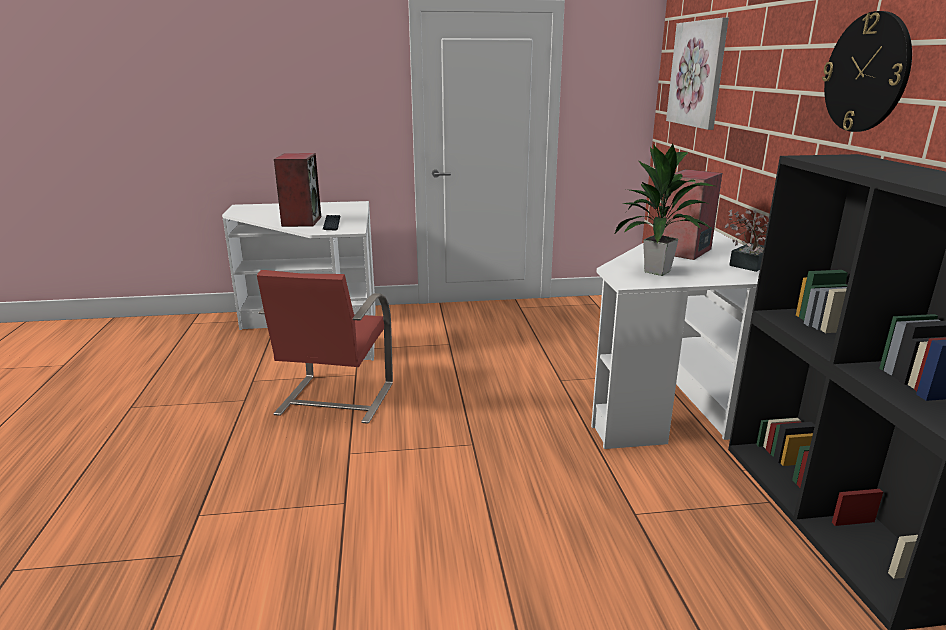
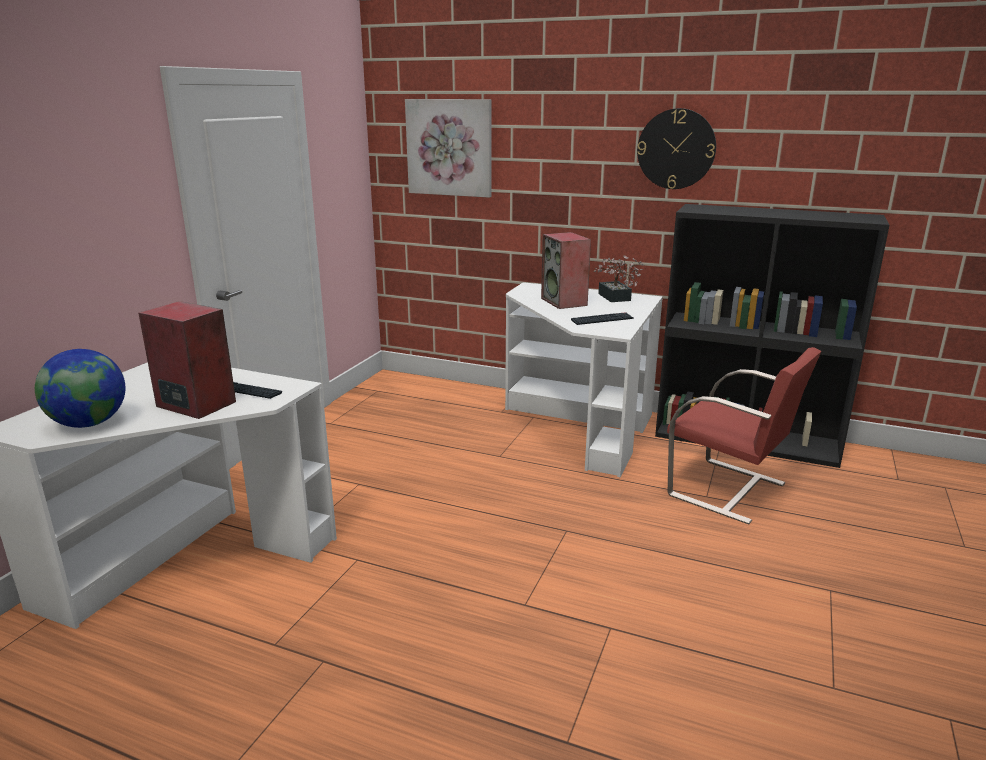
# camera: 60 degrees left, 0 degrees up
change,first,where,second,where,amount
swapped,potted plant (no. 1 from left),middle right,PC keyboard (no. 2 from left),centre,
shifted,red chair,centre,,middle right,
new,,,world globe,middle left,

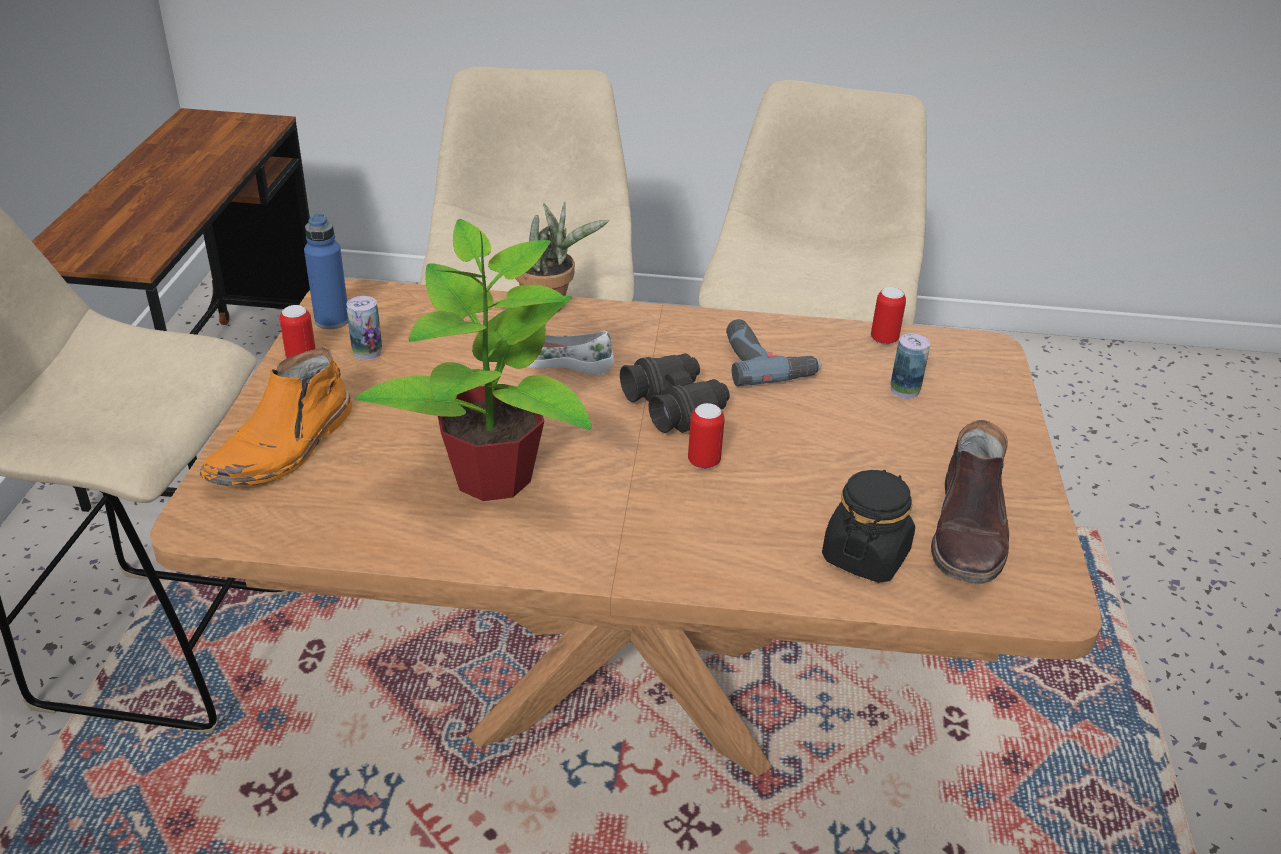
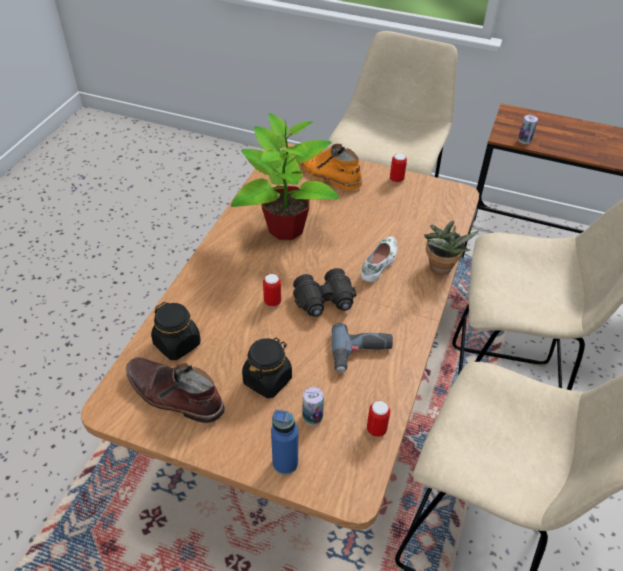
# camera: 105 degrees right, 10 degrees up
change,first,where,second,where,amount
shifted,bluish drink bottle,top left,,bottom centre,
shifted,metal can (no. 2 from left in the first image),middle left,metal can (no. 5 from left),top right,
new,,,black storage jar (no. 2 from left),centre,

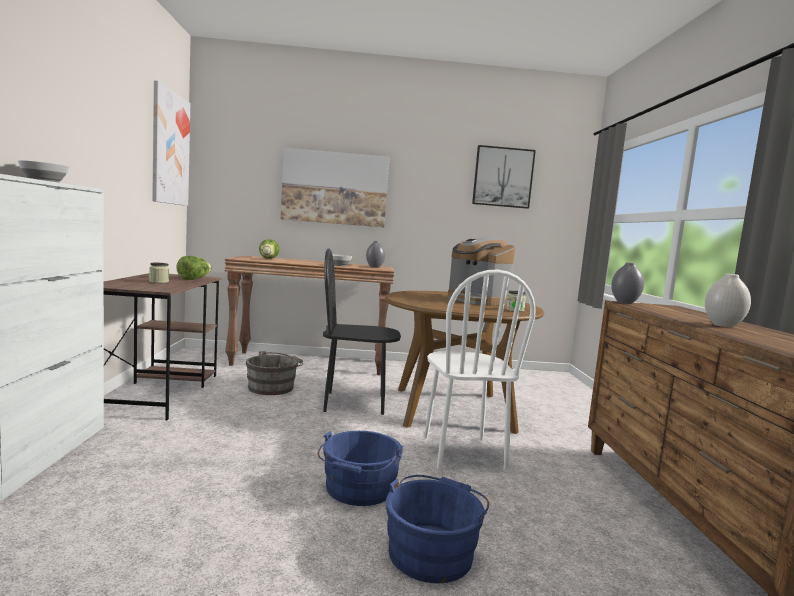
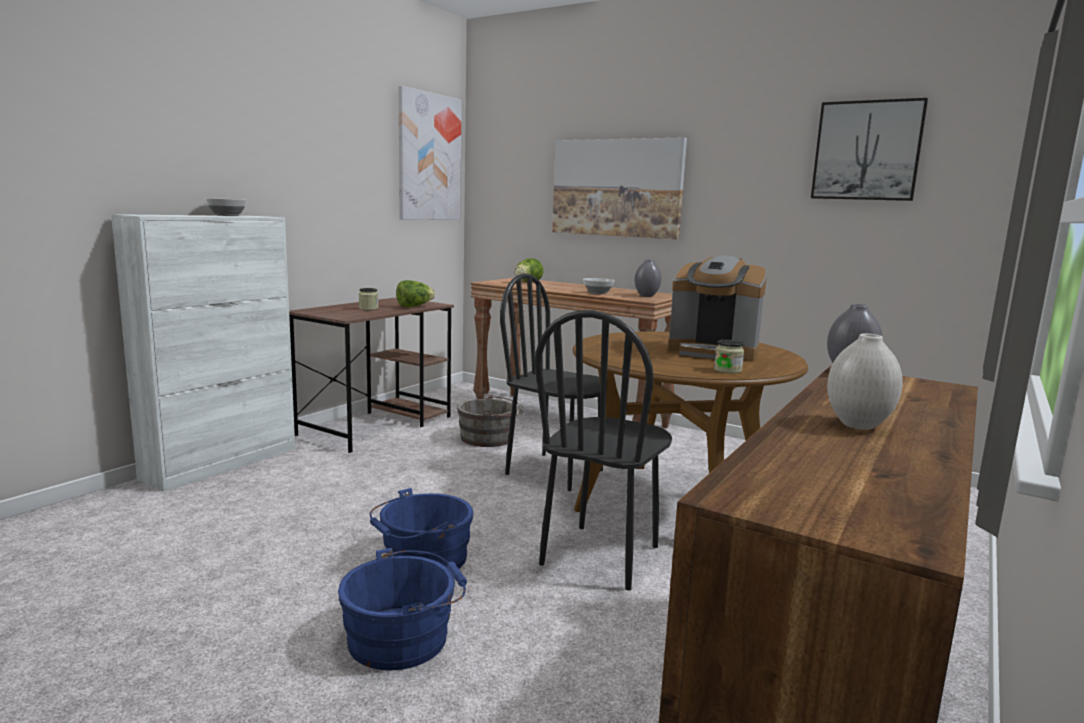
# camera: 35 degrees right, 5 degrees up
change,first,where,second,where,amount
rotated,coffee brewer,centre,,centre,60 degrees counterclockwise
repainted,white chair,centre,black chair (no. 2 from left),centre,

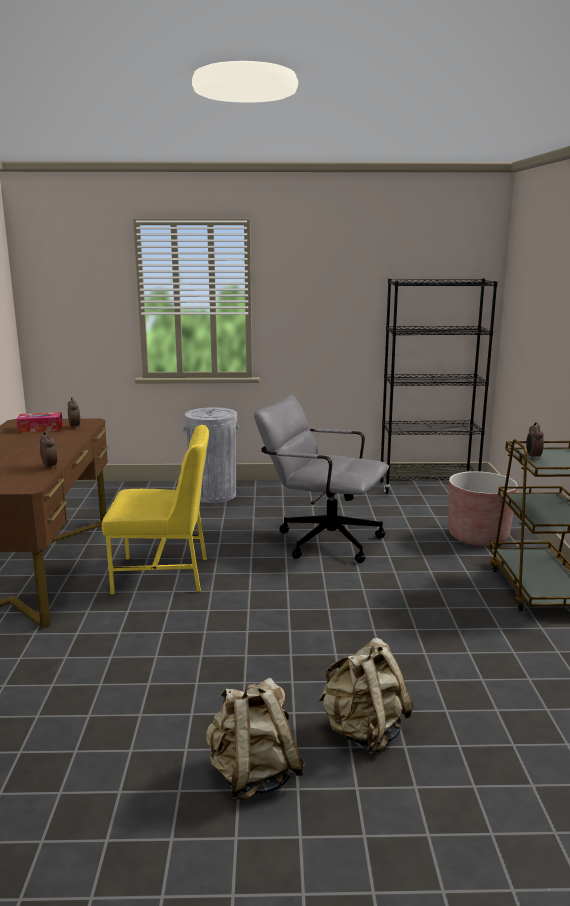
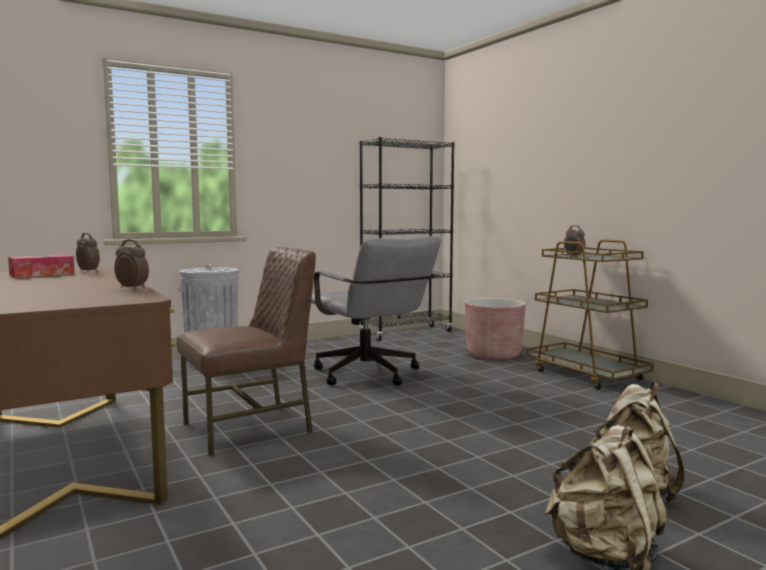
# camera: 30 degrees left, 10 degrees down
change,first,where,second,where,amount
rotated,gray office chair,centre,,centre,120 degrees counterclockwise
repainted,yellow-coloured chair,middle left,brown chair,middle left,

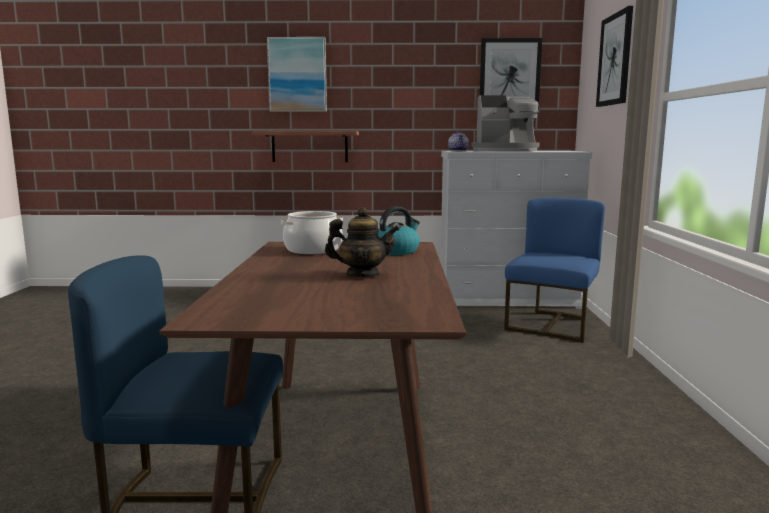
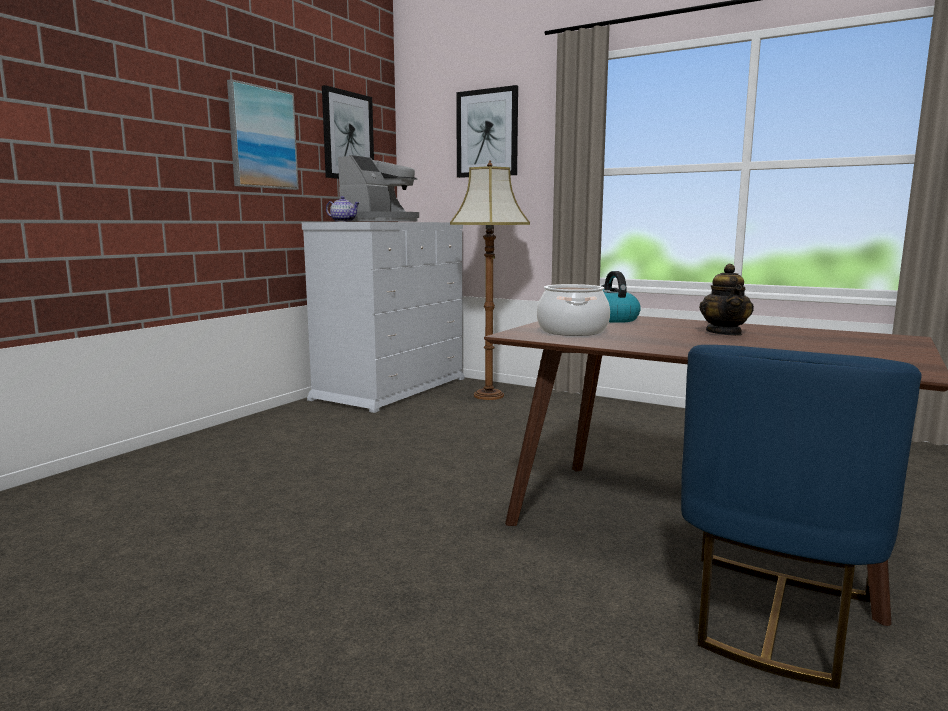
# camera: 60 degrees left, 0 degrees up
change,first,where,second,where,amount
shifted,wall art (no. 1 from left),top centre,,top left,
gone,shelf,top centre,,,
swapped,bluish chair (no. 2 from left),middle right,floor lamp,centre,
rotated,tea pot (no. 1 from left in the first image),centre,tea pot (no. 2 from left),middle right,150 degrees clockwise

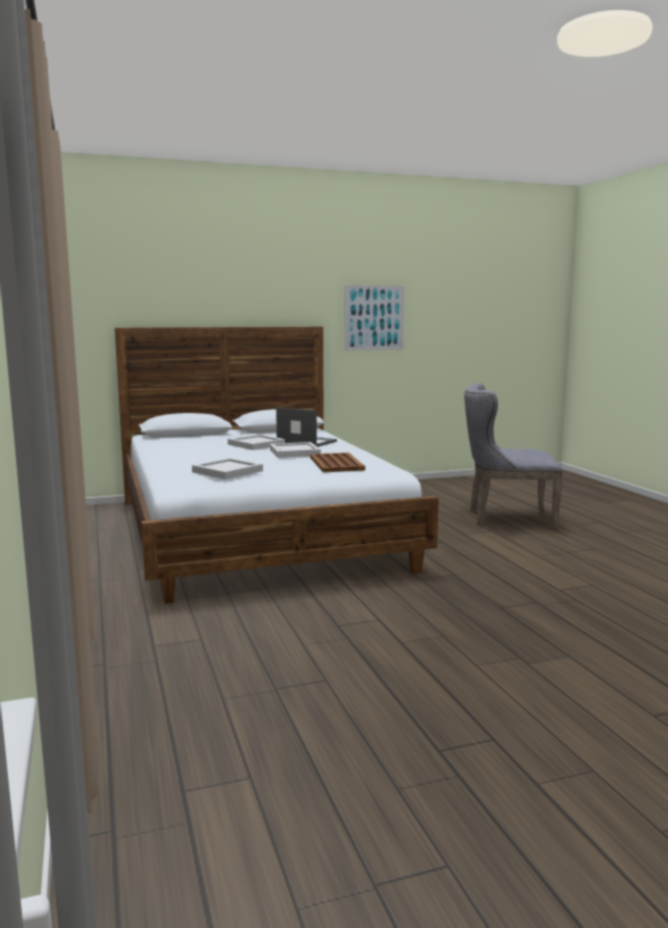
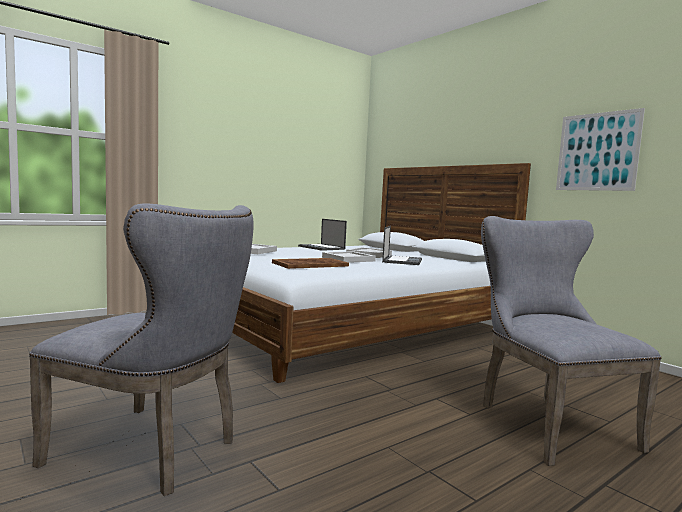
# camera: 70 degrees right, 5 degrees down
change,first,where,second,where,amount
new,,,gray chair (no. 1 from left),bottom left,
new,,,portable computer (no. 1 from left),centre,

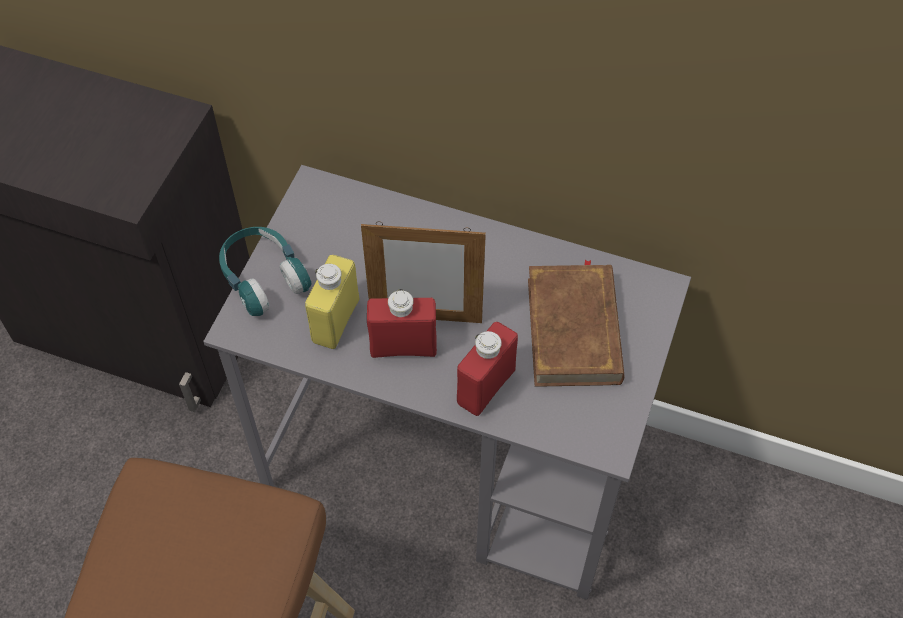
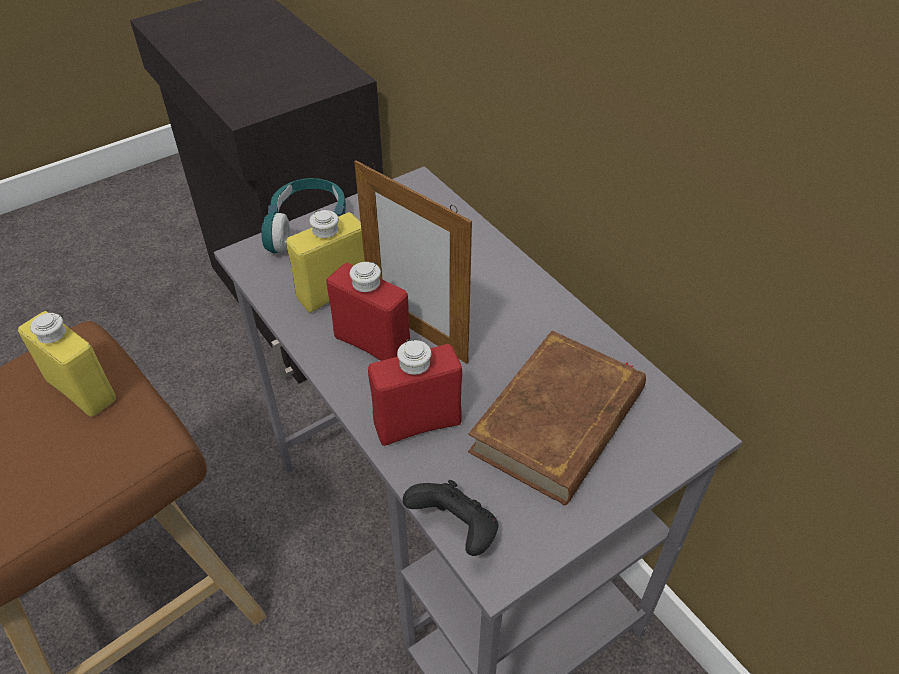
# camera: 35 degrees right, 10 degrees down
change,first,where,second,where,amount
new,,,yellow-coloured drink bottle (no. 1 from left),middle left,
new,,,black joypad,bottom centre,

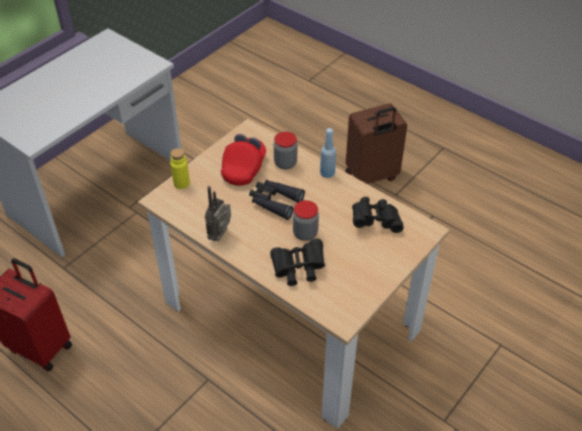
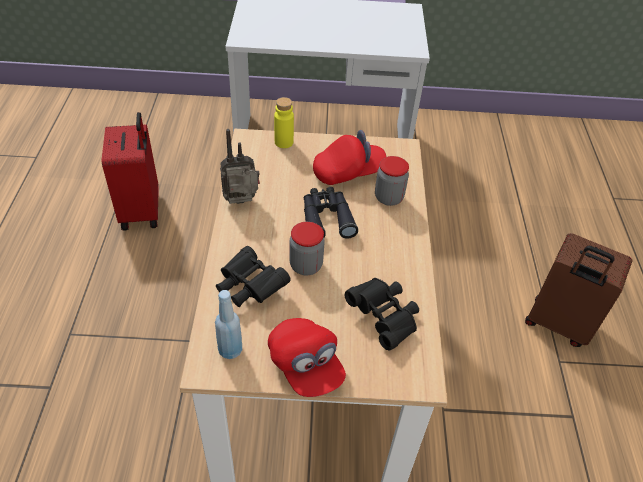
# camera: 50 degrees right, 0 degrees up
change,first,where,second,where,amount
shifted,bluish drink bottle,centre,,bottom centre,
new,,,red baseball cap (no. 1 from left),bottom centre,

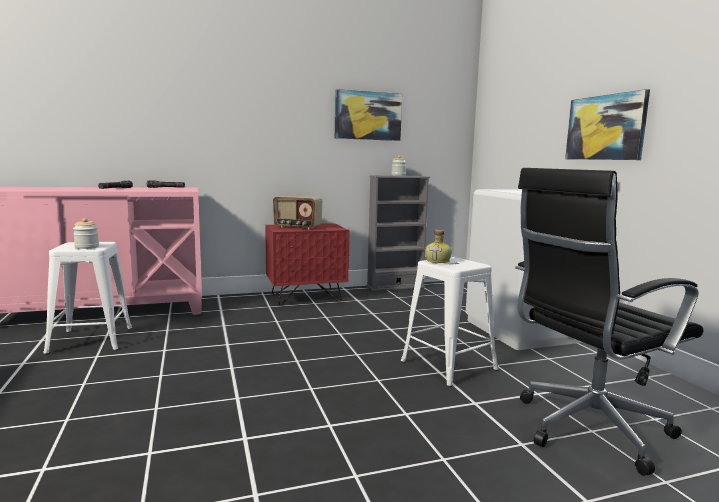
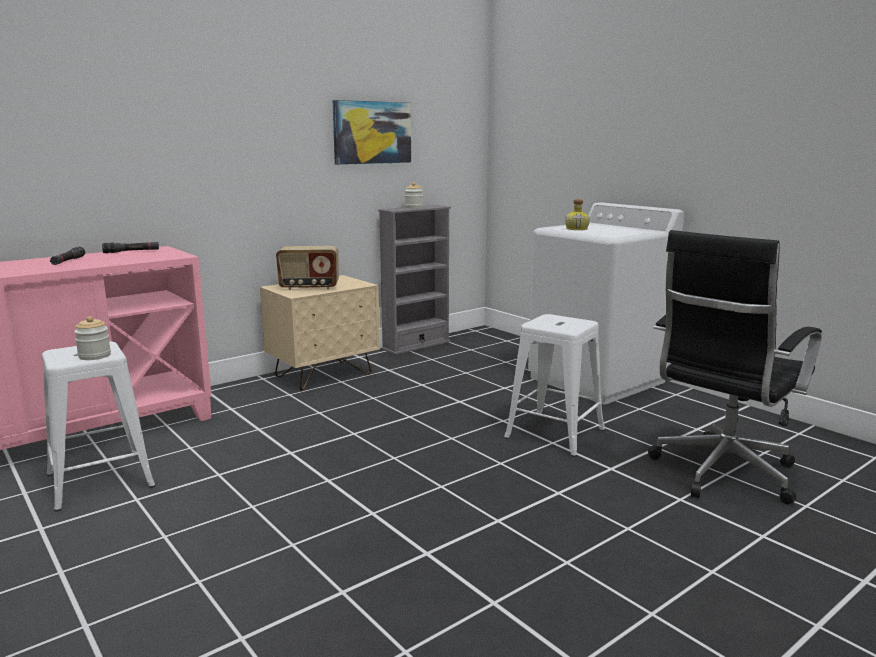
# camera: 20 degrees left, 5 degrees up
change,first,where,second,where,amount
gone,wall art (no. 2 from left),top right,,,
repainted,red bedside table,centre,beige bedside table,centre,
shifted,drink bottle,centre,,top centre,

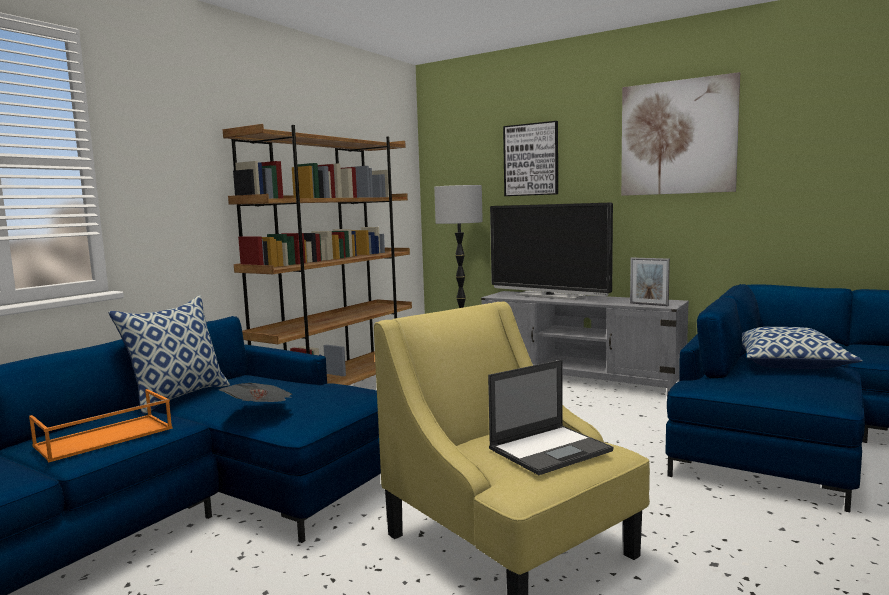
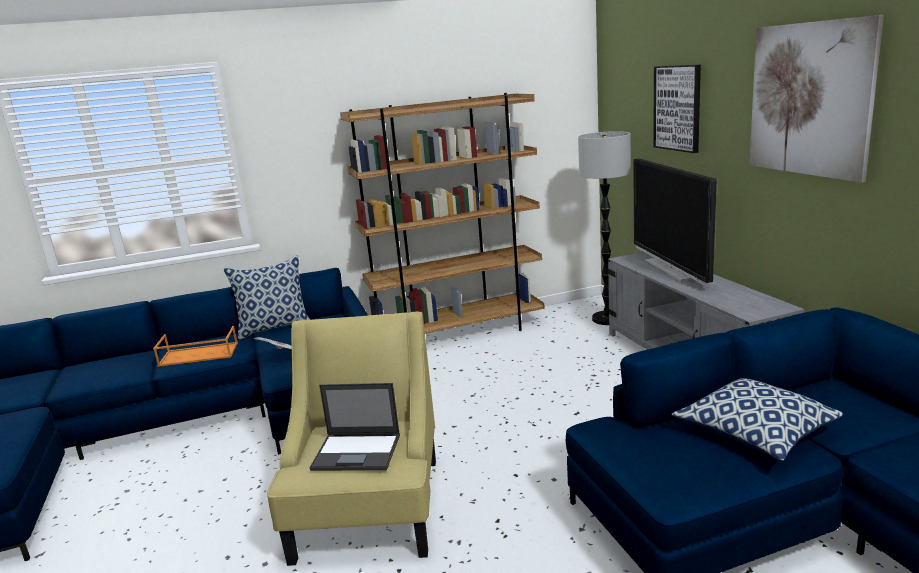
# camera: 40 degrees right, 10 degrees up
change,first,where,second,where,amount
gone,picture frame,middle right,,,

